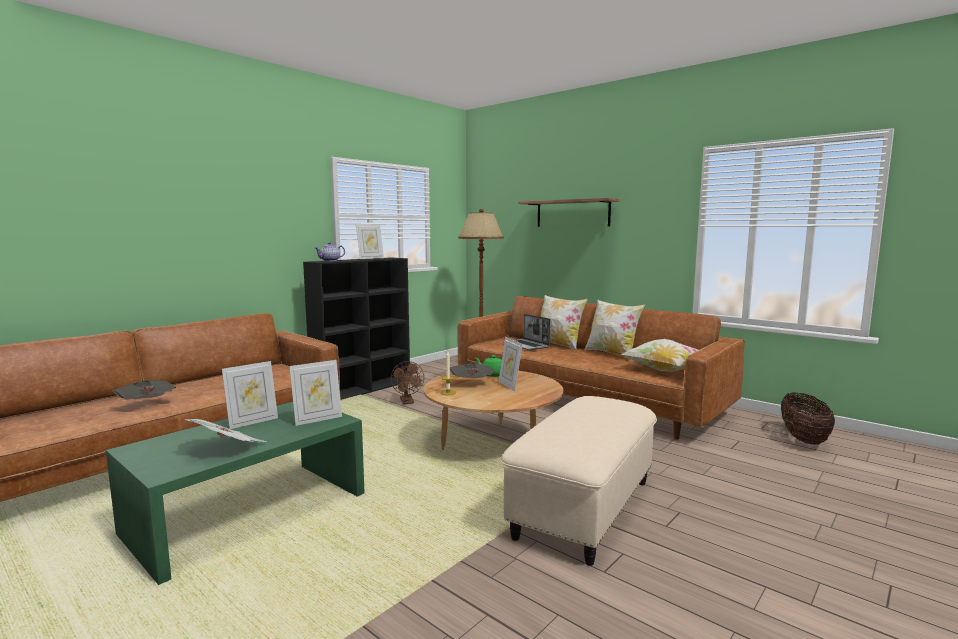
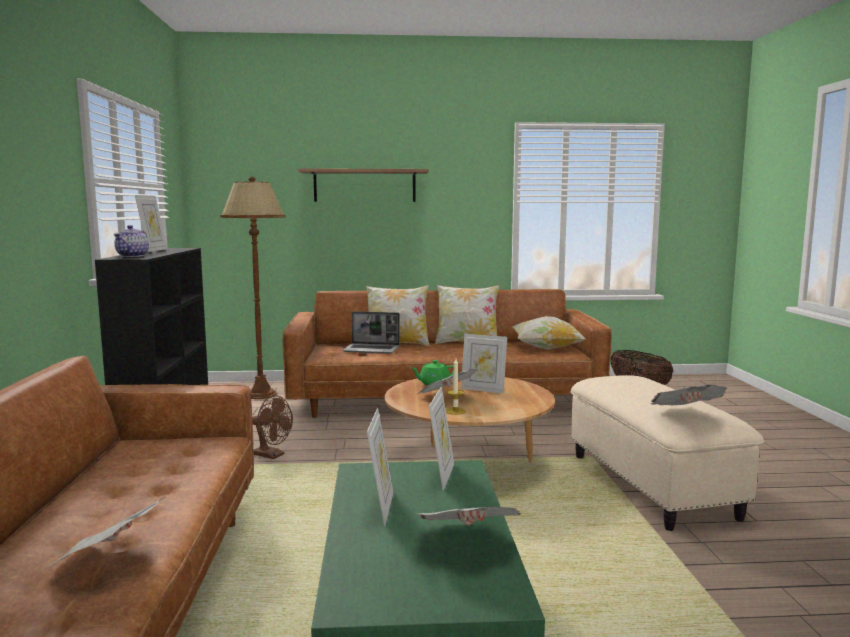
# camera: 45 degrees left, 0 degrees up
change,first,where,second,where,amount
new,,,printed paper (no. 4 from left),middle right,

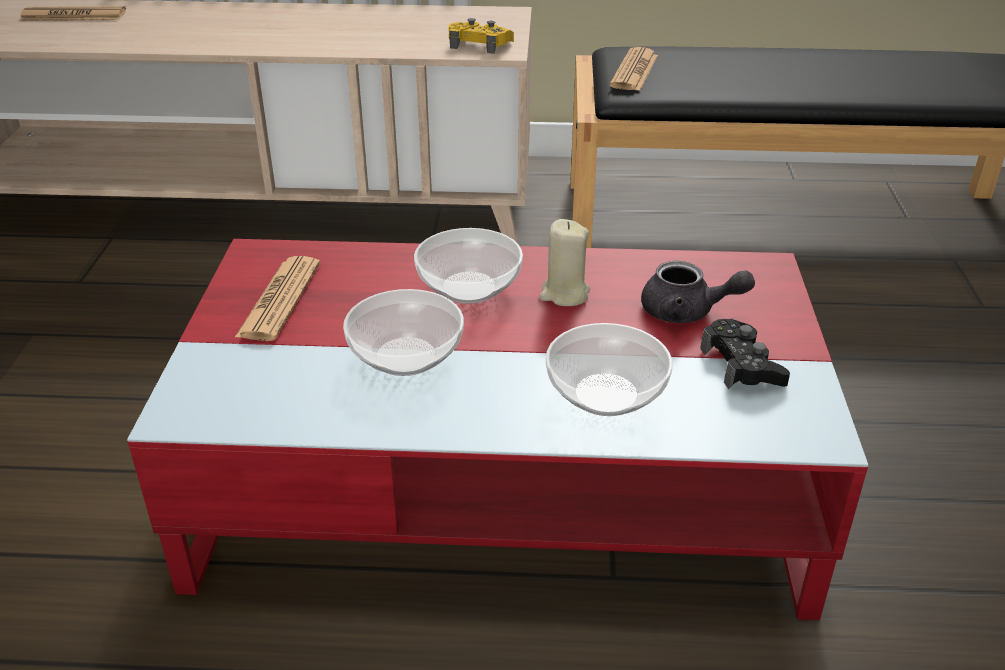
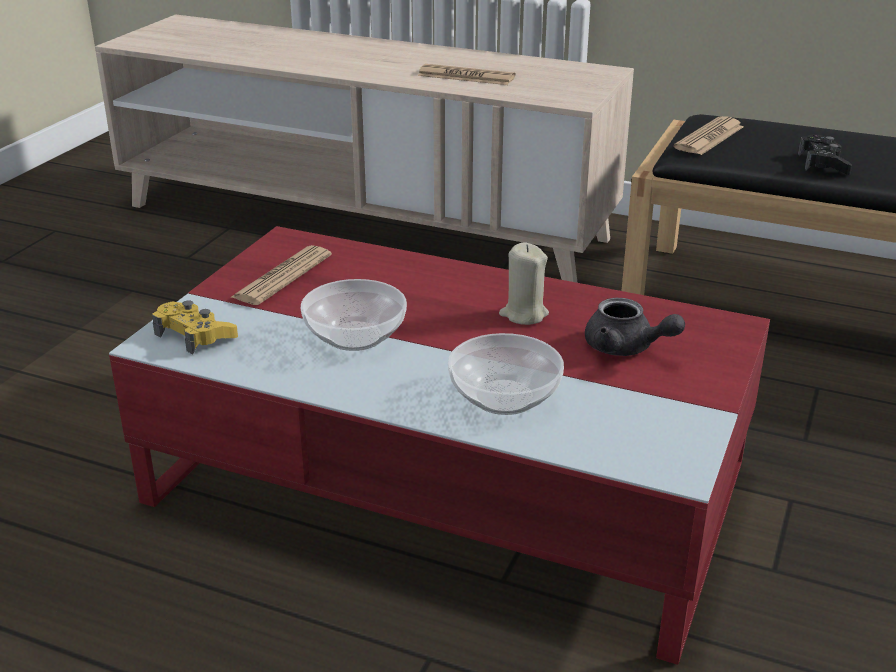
# camera: 20 degrees right, 5 degrees down
change,first,where,second,where,amount
shifted,printed paper (no. 1 from left in the first image),top left,printed paper (no. 2 from left),top centre,
shifted,yellow-coloured joypad,top centre,,middle left,
gone,bowl (no. 2 from left),centre,,,
shifted,black joypad,middle right,,top right,

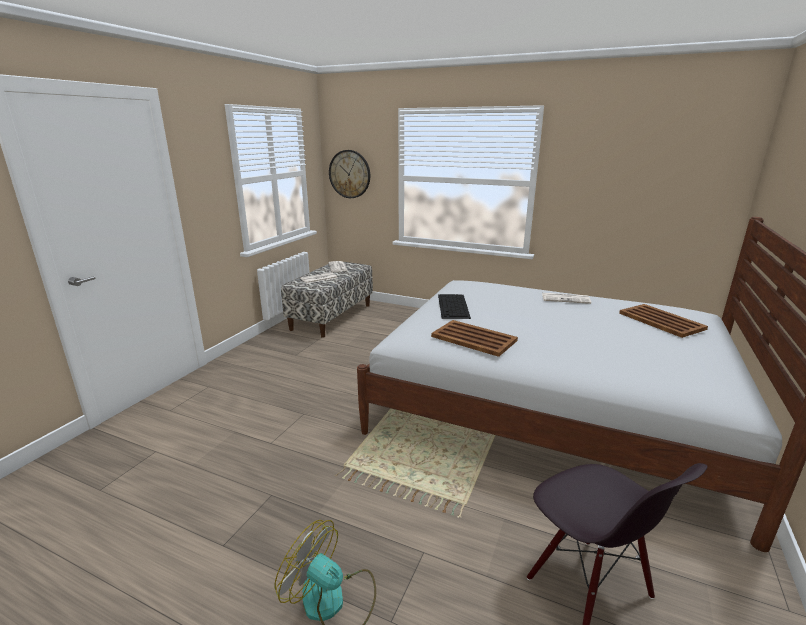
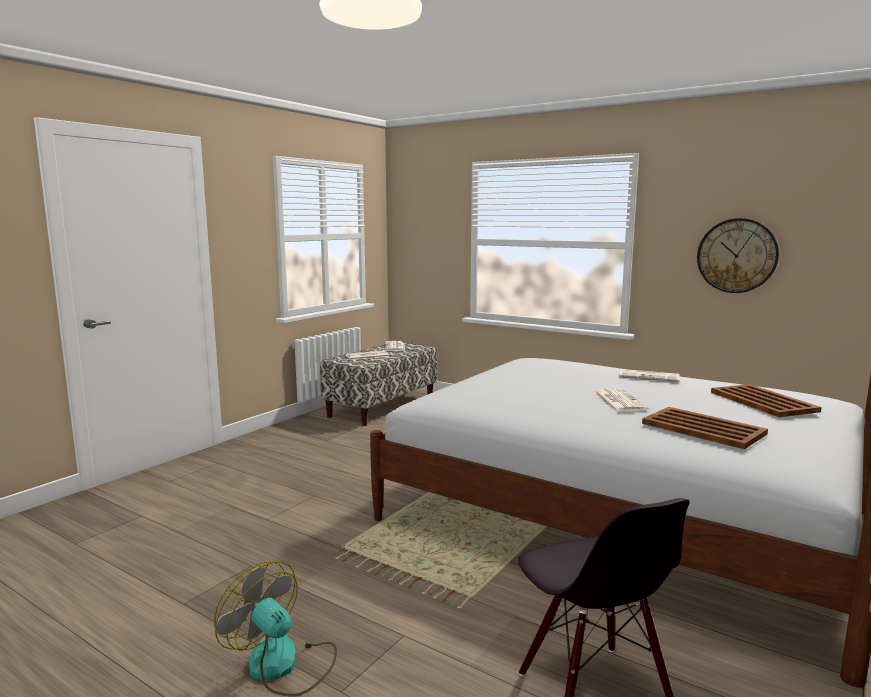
# camera: 10 degrees right, 10 degrees down
change,first,where,second,where,amount
shifted,clock on the wall,top centre,,middle right,
gone,PC keyboard,centre,,,
shifted,brown tray (no. 1 from left),centre,,middle right,
new,,,printed paper (no. 3 from left),middle right,

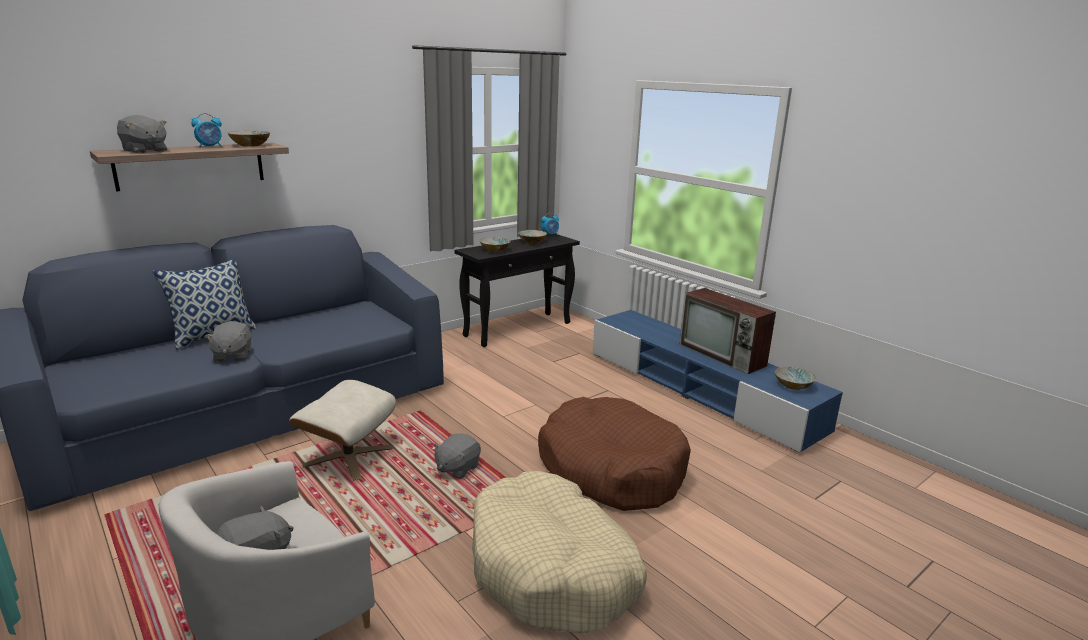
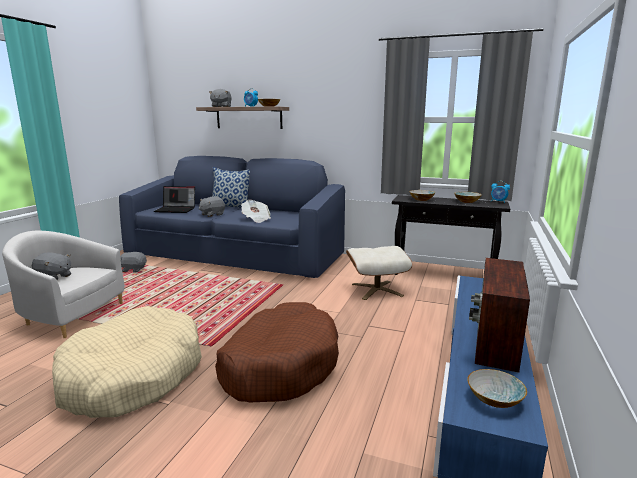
# camera: 60 degrees right, 5 degrees down
change,first,where,second,where,amount
shifted,beige pouffe,bottom left,,centre,
shifted,gray soft toy (no. 4 from left in the first image),bottom centre,gray soft toy (no. 2 from left),middle left,
new,,,portable computer,middle left,
new,,,printed paper,centre,

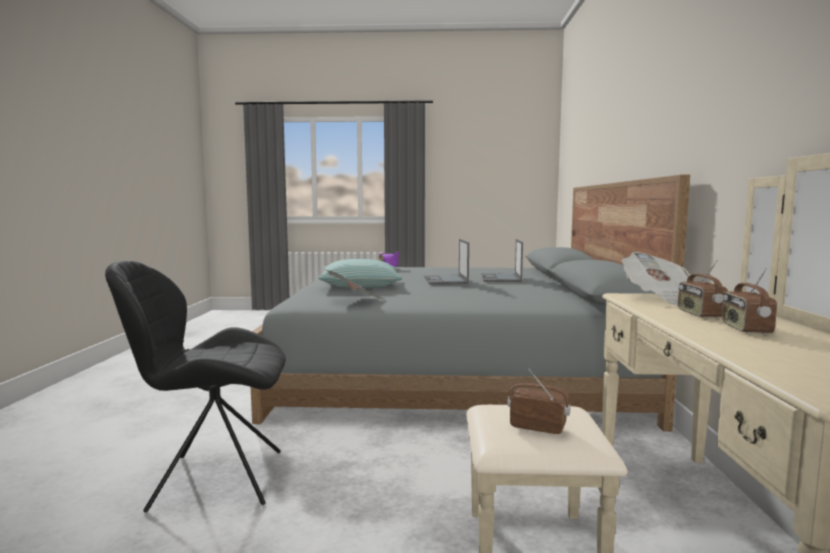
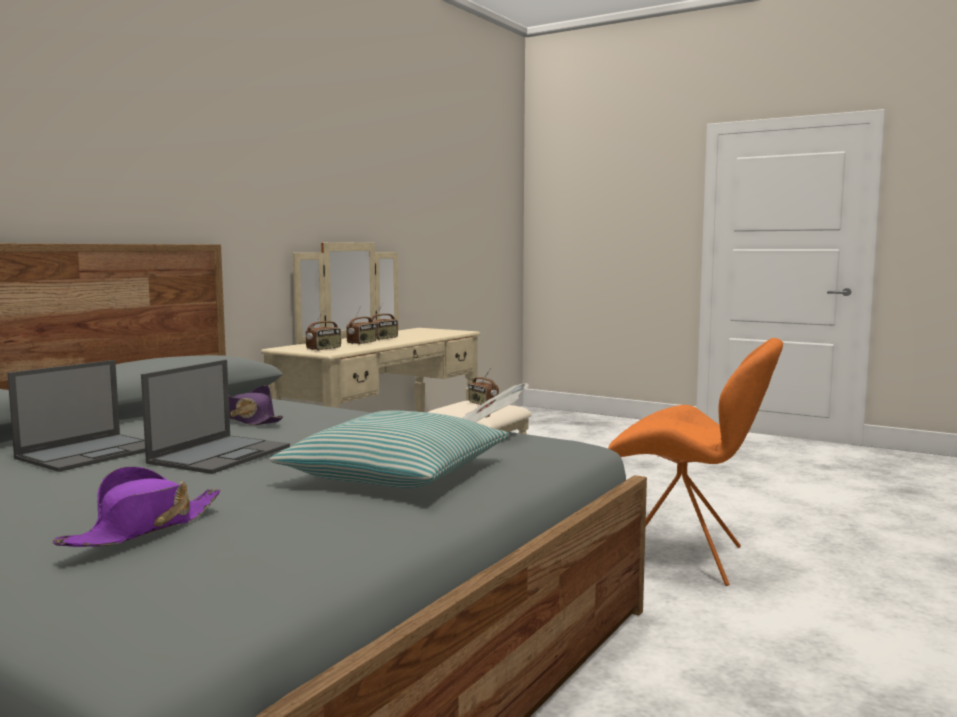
# camera: 150 degrees left, 0 degrees up
change,first,where,second,where,amount
swapped,printed paper (no. 2 from left),middle right,radio (no. 1 from left),centre,
repainted,black chair,bottom left,orange chair,middle right,
new,,,purple wearable hat (no. 2 from left),middle left,

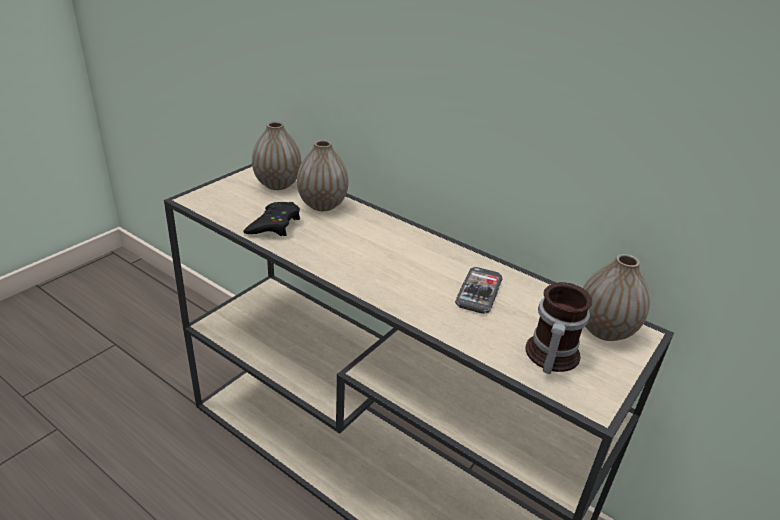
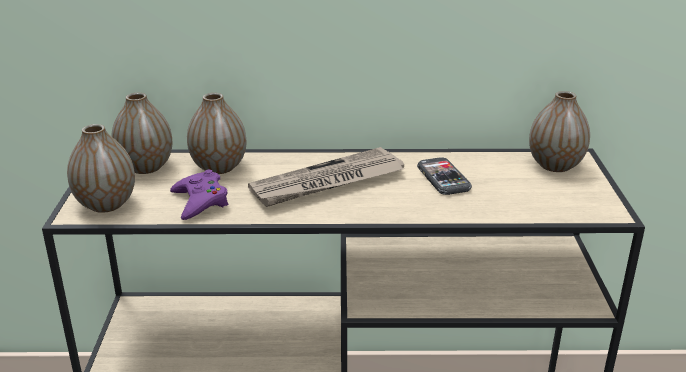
# camera: 35 degrees left, 5 degrees down
change,first,where,second,where,amount
repainted,black joypad,centre,purple joypad,middle left,
gone,mug,middle right,,,
new,,,vase (no. 1 from left),middle left,
new,,,printed paper,centre,

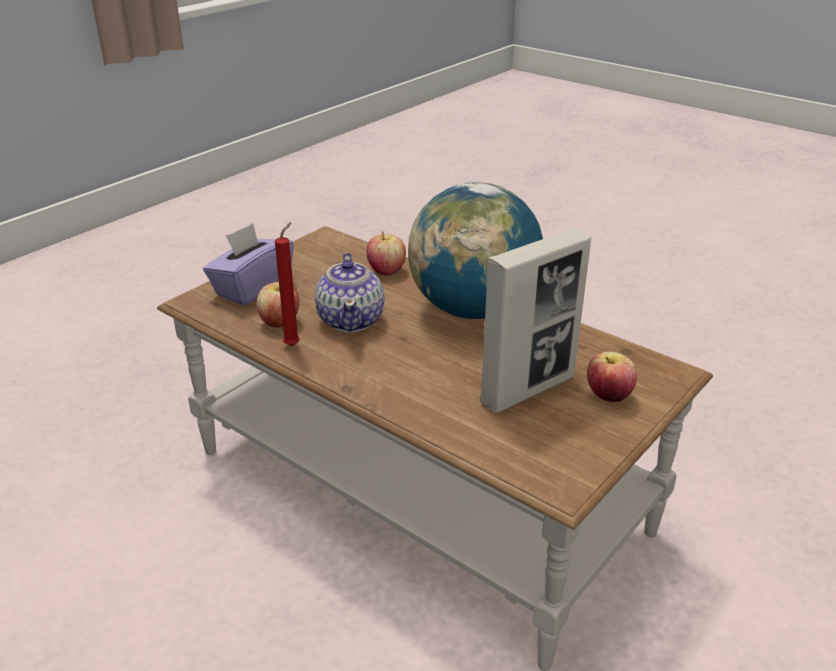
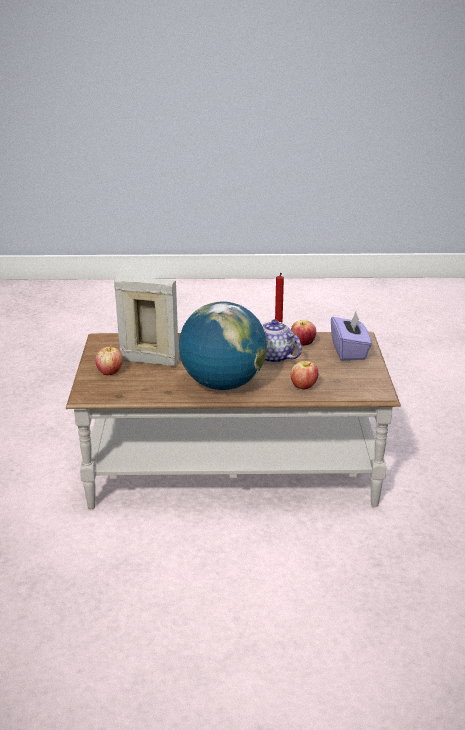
# camera: 140 degrees right, 5 degrees down
change,first,where,second,where,amount
rotated,picture frame,centre,,middle left,90 degrees clockwise

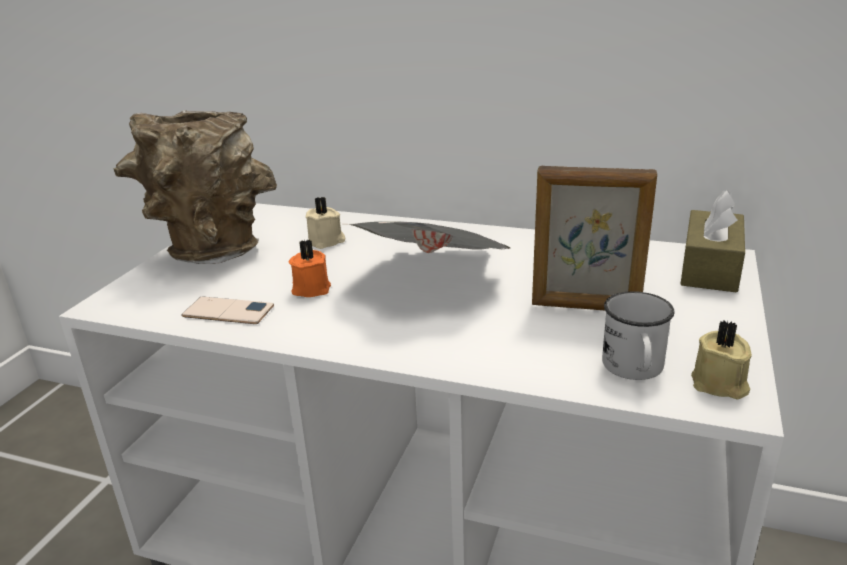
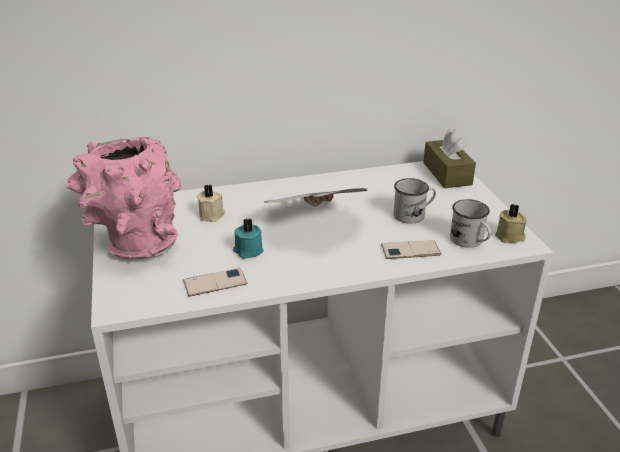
# camera: 35 degrees left, 5 degrees up
change,first,where,second,where,amount
repainted,brown vase,top left,pink vase,middle left,
swapped,picture frame,middle right,white mug (no. 1 from left),middle right,
repainted,orange wax candle,centre,turquoise wax candle,centre,
new,,,handset (no. 2 from left),centre,

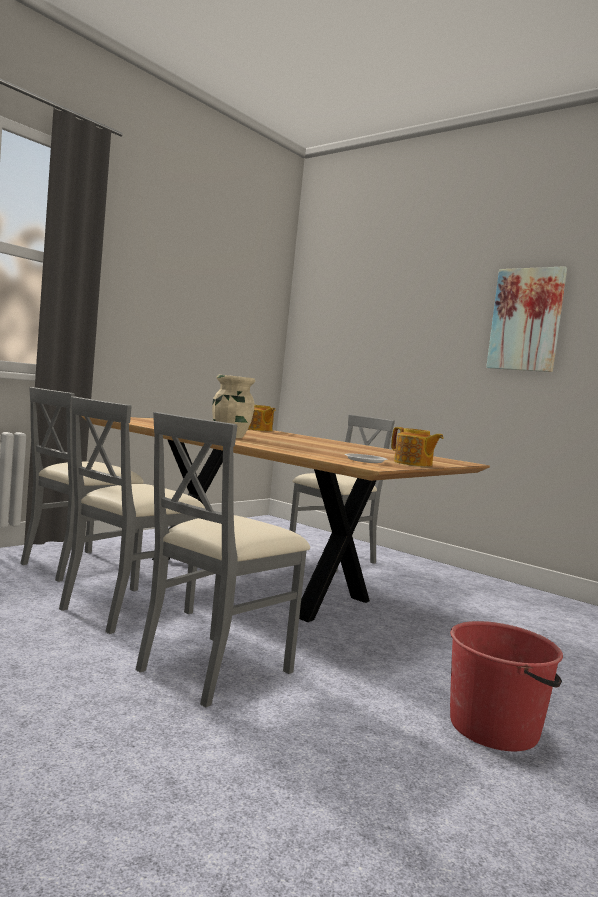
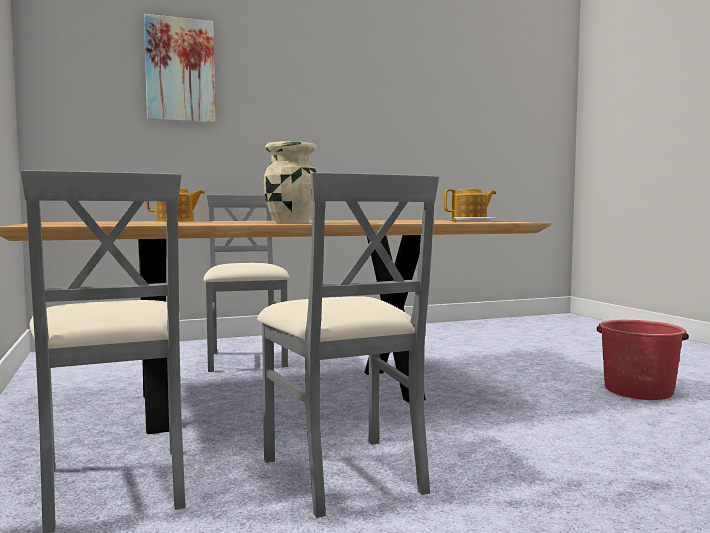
# camera: 60 degrees left, 0 degrees up
change,first,where,second,where,amount
shifted,wall art,middle right,,top left,
gone,gray chair (no. 3 from left),centre,,,

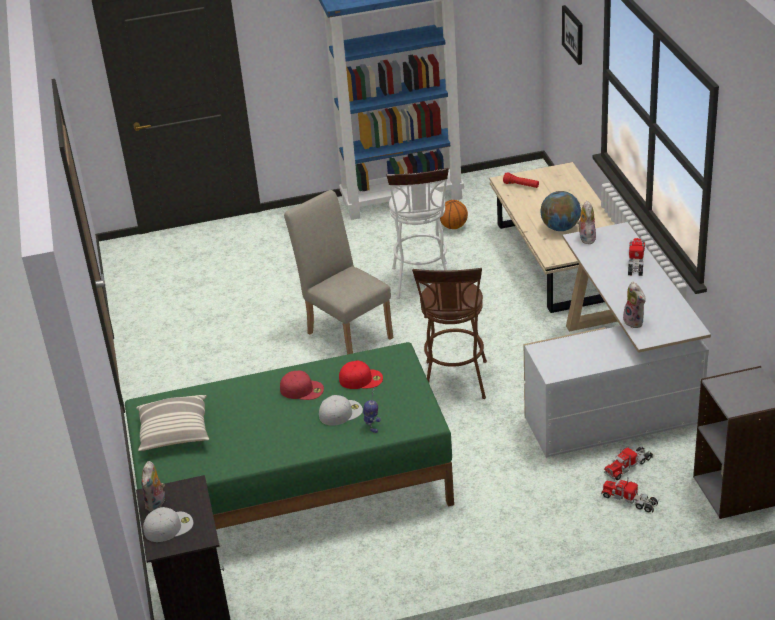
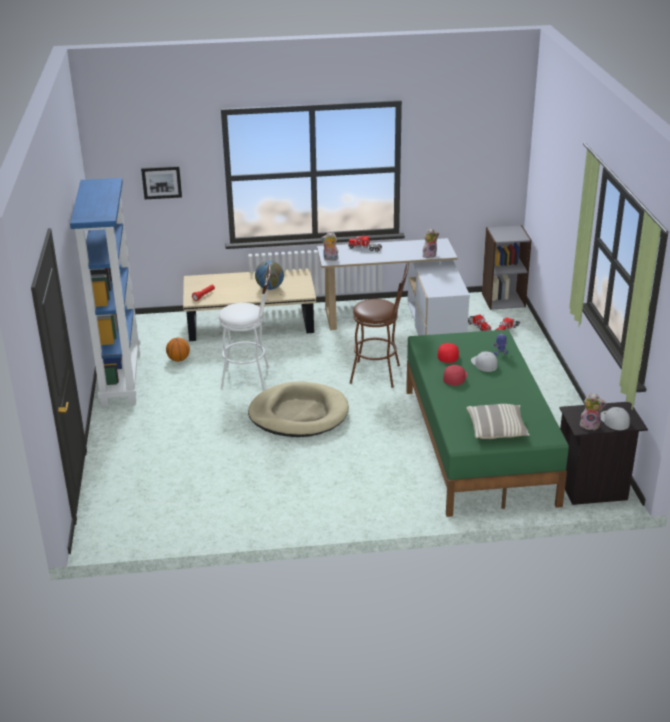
# camera: 85 degrees left, 5 degrees down
change,first,where,second,where,amount
swapped,beige chair,centre,beige pet bed,centre,

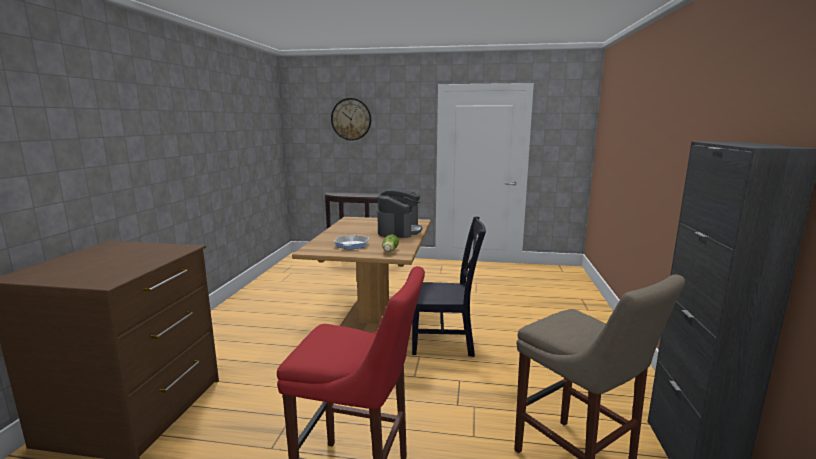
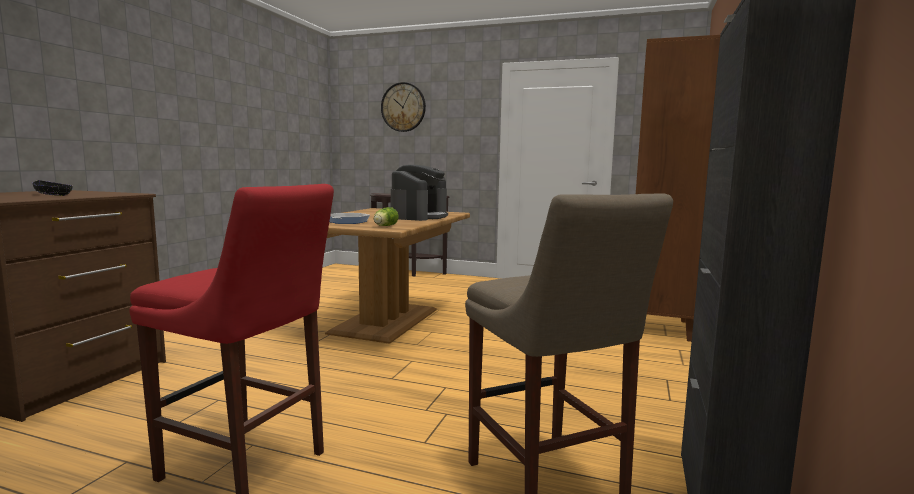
# camera: 10 degrees right, 5 degrees down
change,first,where,second,where,amount
gone,black chair,centre,,,
new,,,brown bookshelf,middle right,
new,,,black bowl,middle left,

